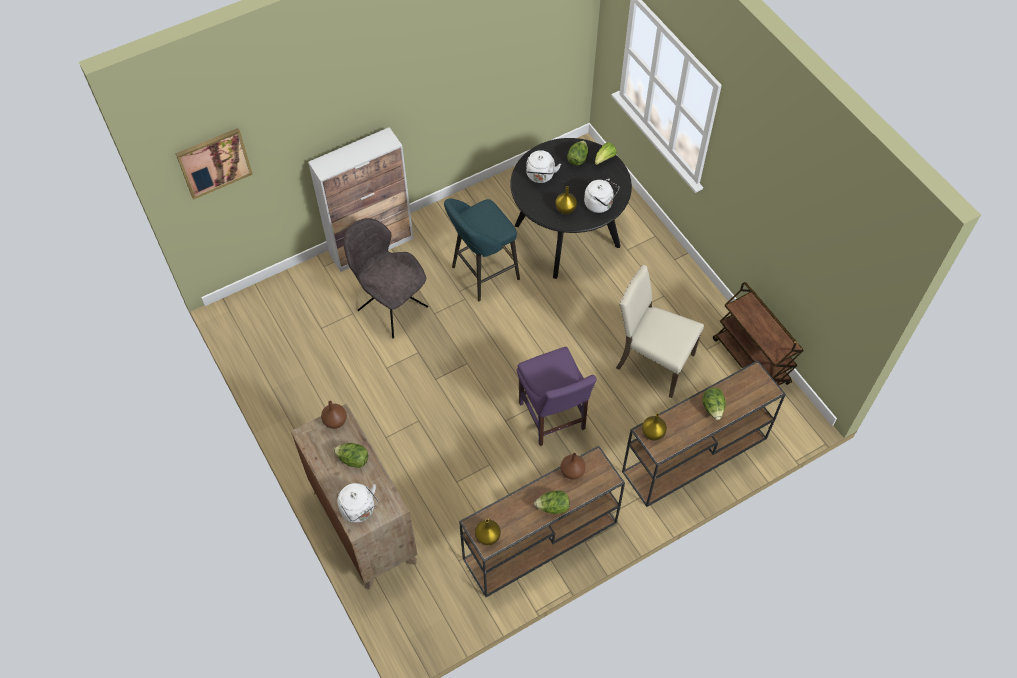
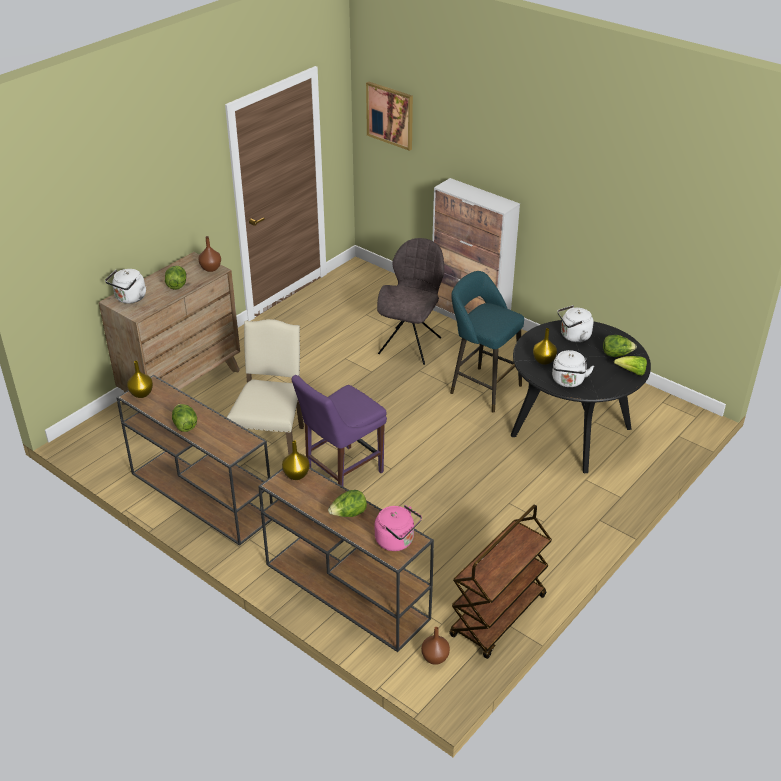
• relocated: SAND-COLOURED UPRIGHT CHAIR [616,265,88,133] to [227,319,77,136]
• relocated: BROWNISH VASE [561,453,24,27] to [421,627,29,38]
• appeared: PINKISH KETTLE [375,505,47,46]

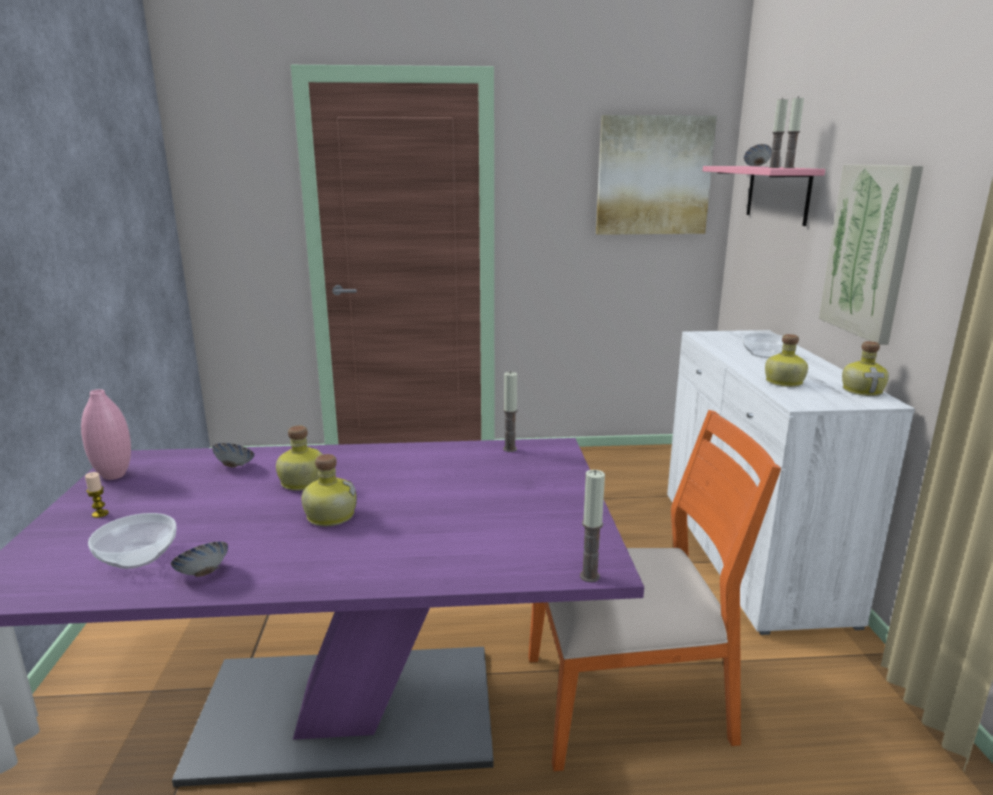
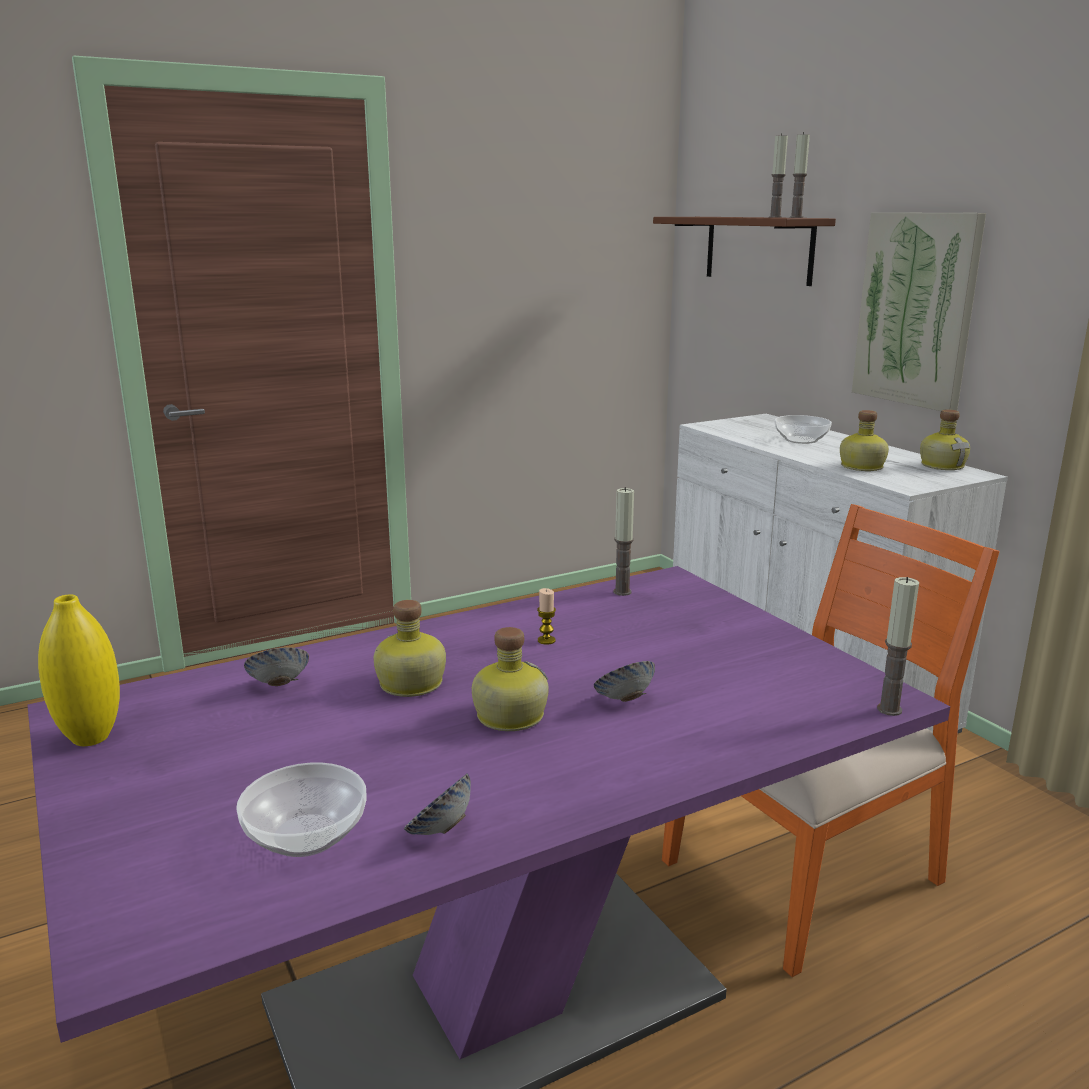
• missing: PICTURE [596,115,121,120]
• relocated: DEEP DISH [744,144,28,22] to [594,661,61,41]
• colour: PINKISH BRACKET SHELF [703,166,122,60] to BROWNISH BRACKET SHELF [653,217,183,69]
• colour: PINKISH VASE [81,389,50,91] to YELLOWISH VASE [38,595,82,151]
• relocated: WAX LIGHT [85,472,24,46] to [537,588,19,57]

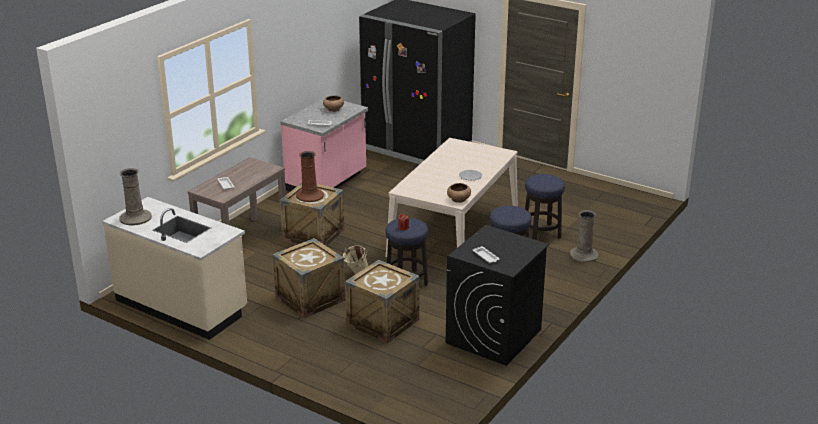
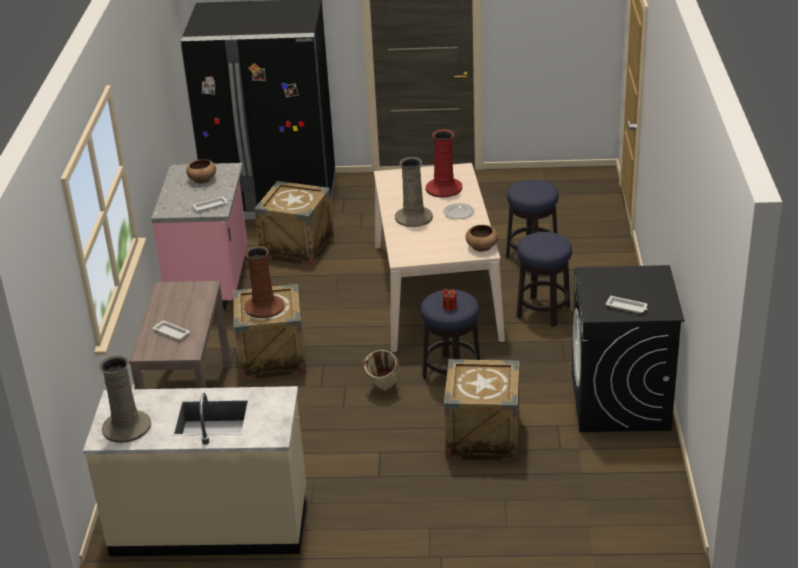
• relocated: SAND-COLOURED VASE [570,210,28,52] to [395,157,38,70]
• relocated: SHIPPING CRATE [273,238,72,81] to [254,181,80,85]
• appeared: RED VASE [426,129,36,68]

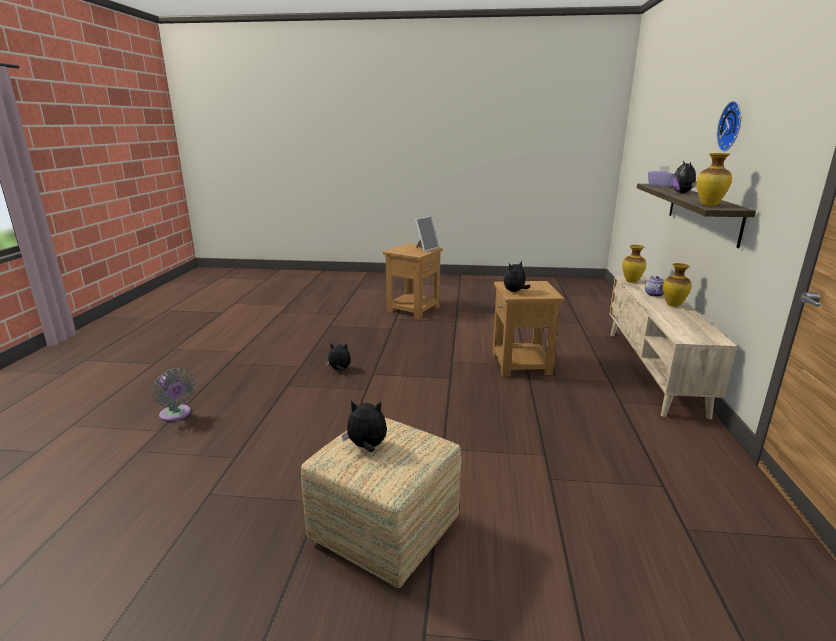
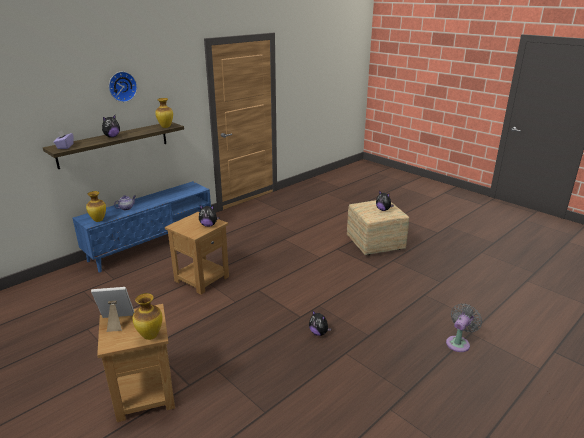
• relocated: VASE [663,263,29,44] to [133,293,30,47]
• colour: SAND-COLOURED TV UNIT [610,276,127,143] to BLUE-COLOURED TV UNIT [73,181,138,92]
• spun: GRAY ELECTRIC FAN [152,368,43,54] = [446,303,36,49] 45 degrees clockwise

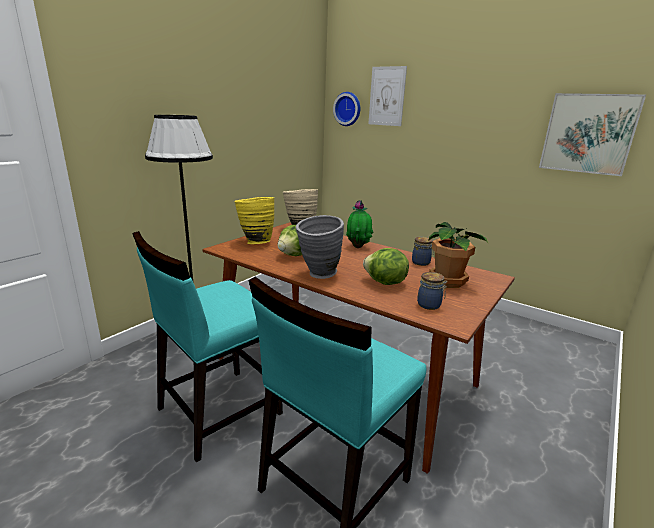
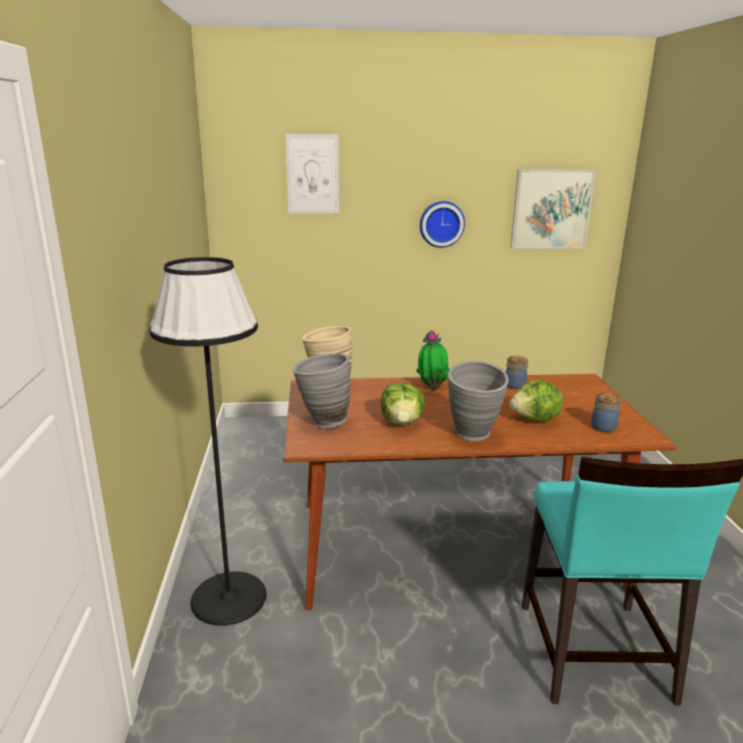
• relocated: HANGING CLOCK [333,92,27,34] to [420,201,45,47]
• colour: YELLOWISH VASE [235,197,39,47] to GRAY VASE [293,353,57,76]
• missing: POTTED PLANT [428,222,60,66]
• missing: BLUE-GREEN UPRIGHT CHAIR [132,231,151,231]

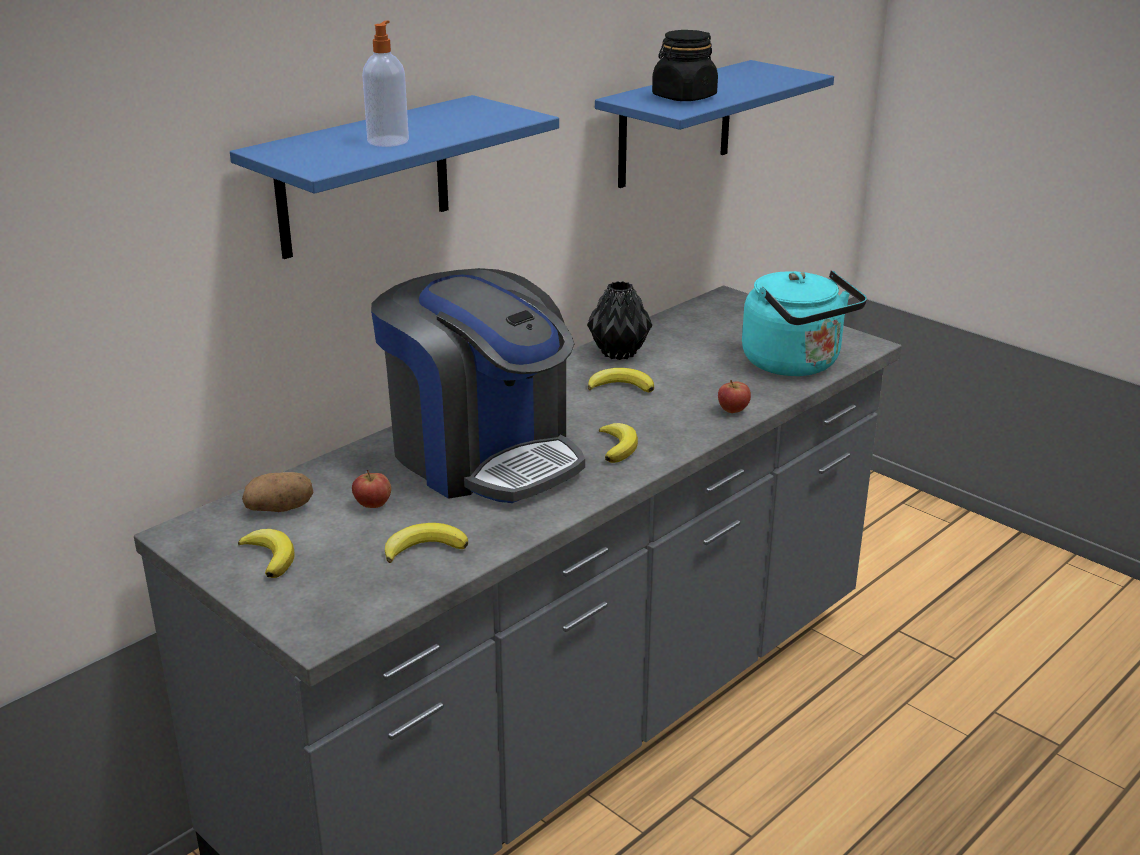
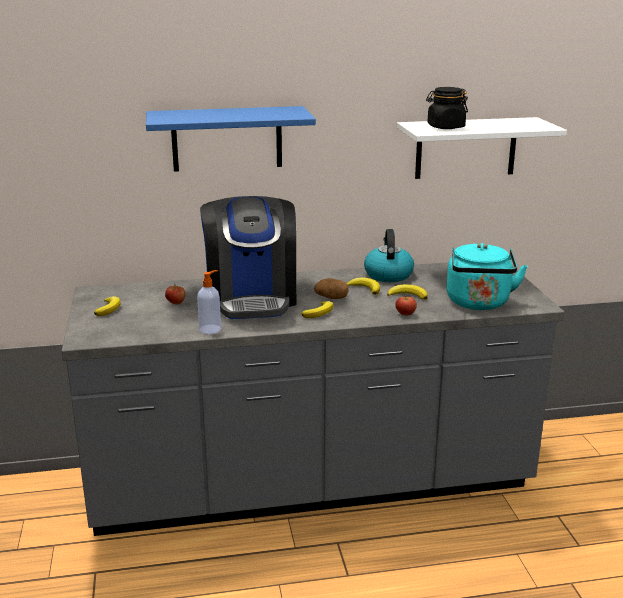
• relocated: SOAP BOTTLE [362,21,47,126] to [197,270,24,64]
• colour: BLUE-COLOURED BRACKET SHELF [595,60,239,128] to WHITE BRACKET SHELF [397,117,170,62]
• exchanged: BLACK-COLOURED VASE [587,281,65,79] to KETTLE [364,229,50,53]
• relocated: SPUD [242,472,72,40] to [314,278,35,21]
• relocated: WHOLE BANANA [385,523,83,40] to [387,284,41,16]

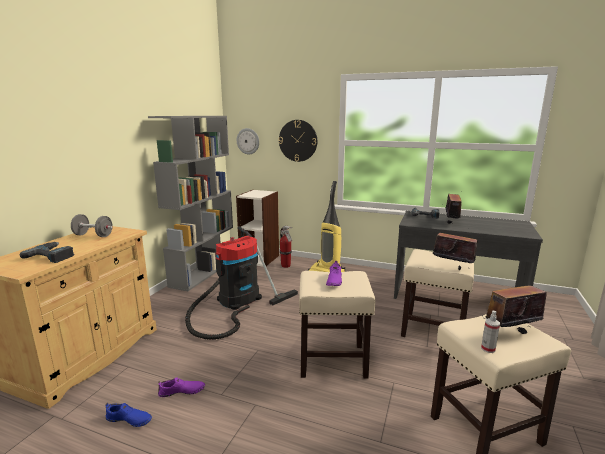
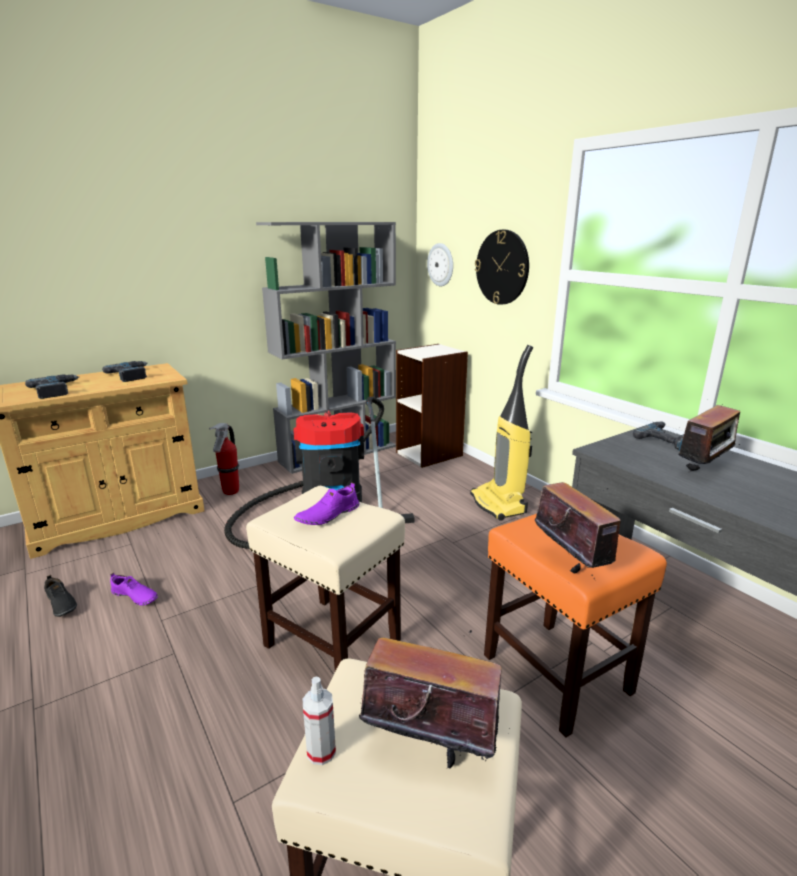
• exchanged: GRAY DUMBBELL [71,214,42,23] to ELECTRIC DRILL [102,361,46,21]
• relocated: FIRE EXTINGUISHER [280,226,12,42] to [209,423,30,72]
• colour: SAND-COLOURED STOOL SEAT [401,249,73,88] to ORANGE STOOL SEAT [484,514,183,223]
• colour: BLUE-COLOURED ITEM OF FOOTWEAR [106,403,46,24] to BLACK-COLOURED ITEM OF FOOTWEAR [44,575,33,42]

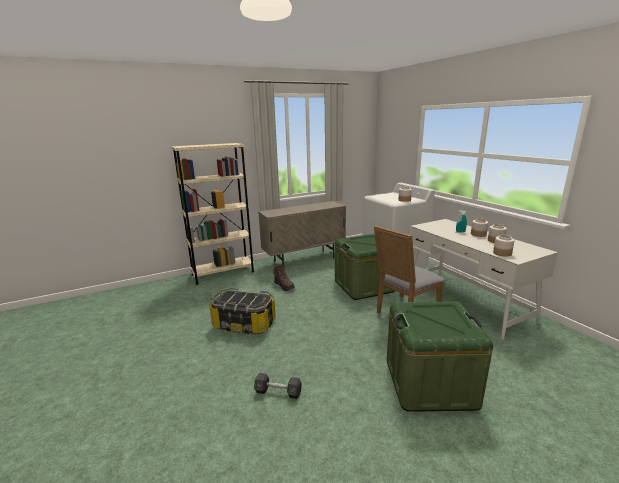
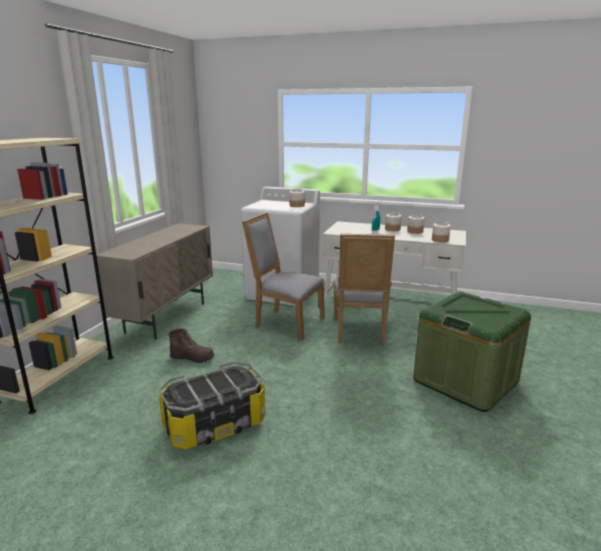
• exchanged: GREEN-COLOURED STORAGE CONTAINER [335,234,60,66] to GRAY UPRIGHT CHAIR [242,213,83,127]
• missing: BLACK-COLOURED DUMBBELL [254,373,48,26]

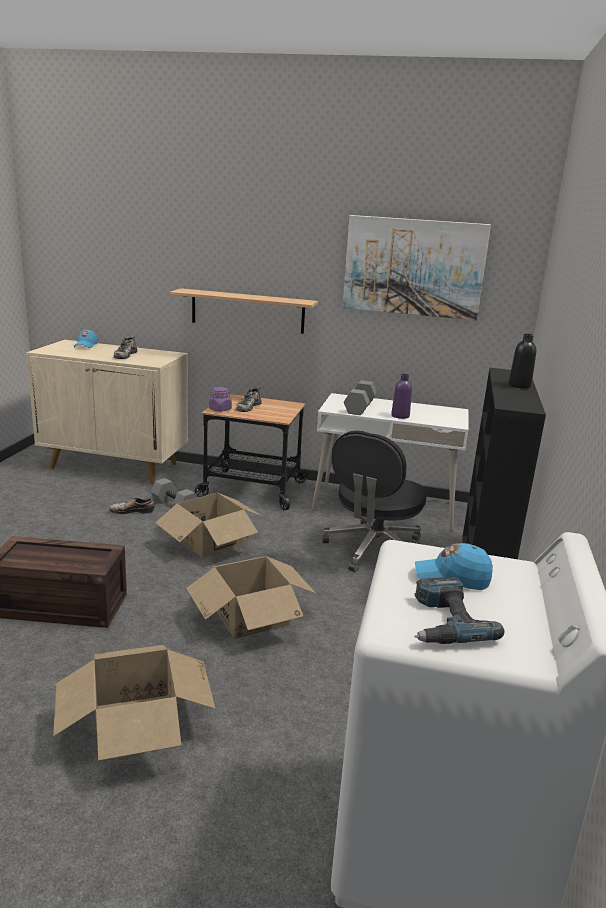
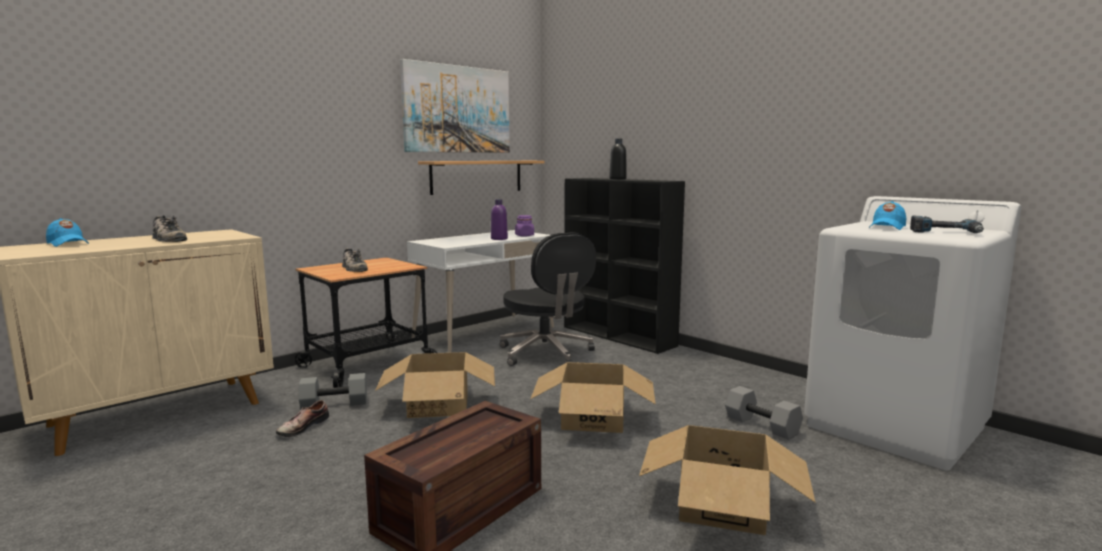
• relocated: BRACKET SHELF [170,288,148,46] to [418,161,127,34]
• relocated: GRAY DUMBBELL [344,380,33,35] to [725,386,78,54]
• relocated: PURPLE-COLOURED PRESERVE JAR [209,387,23,25] to [515,215,19,22]

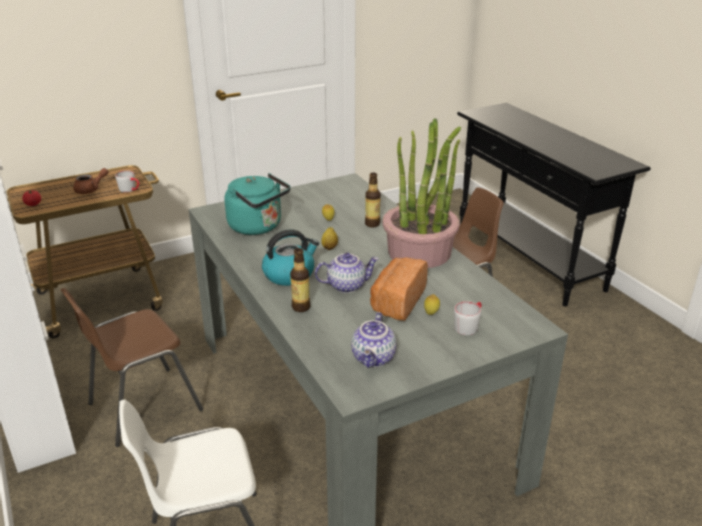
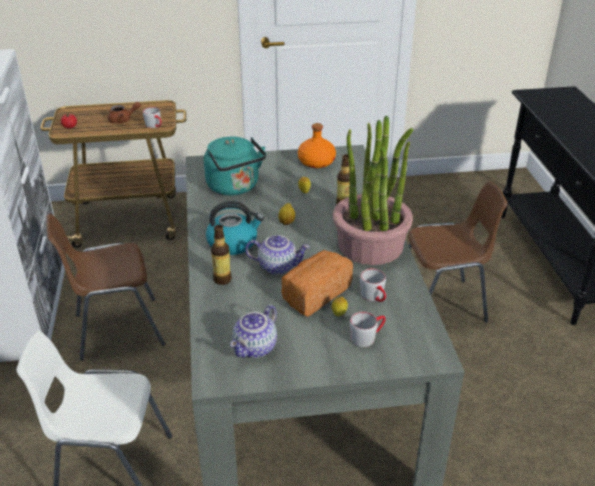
• appeared: ORANGE DRINK BOTTLE [298,123,38,45]
• appeared: GRAY TEA MUG [360,268,26,34]

